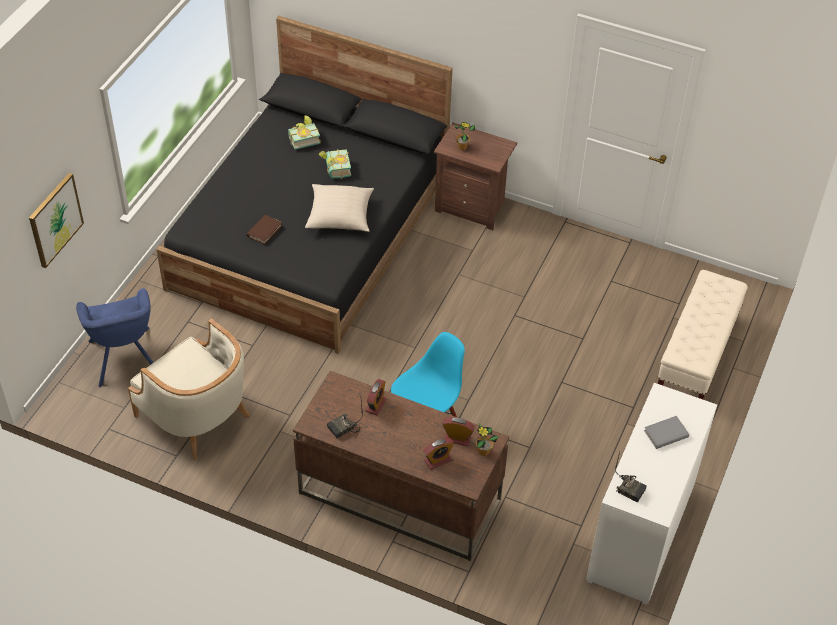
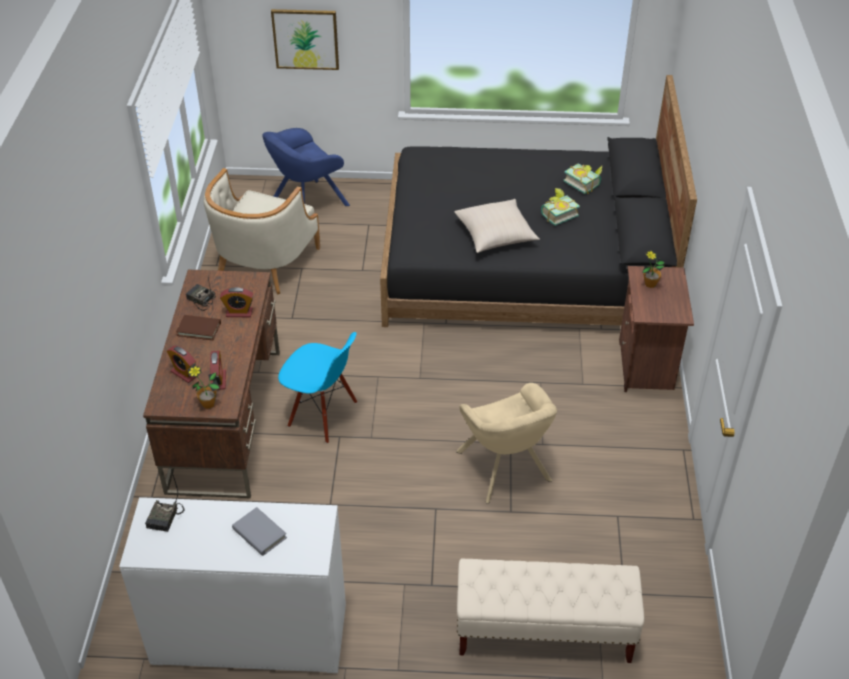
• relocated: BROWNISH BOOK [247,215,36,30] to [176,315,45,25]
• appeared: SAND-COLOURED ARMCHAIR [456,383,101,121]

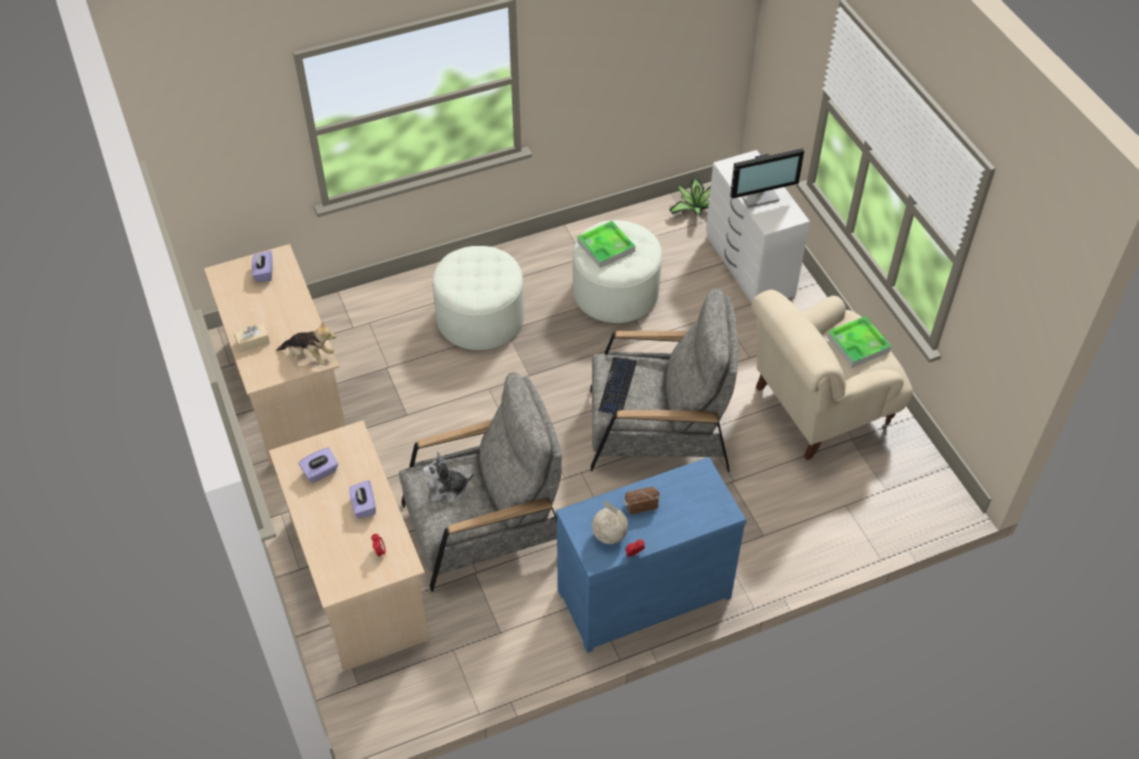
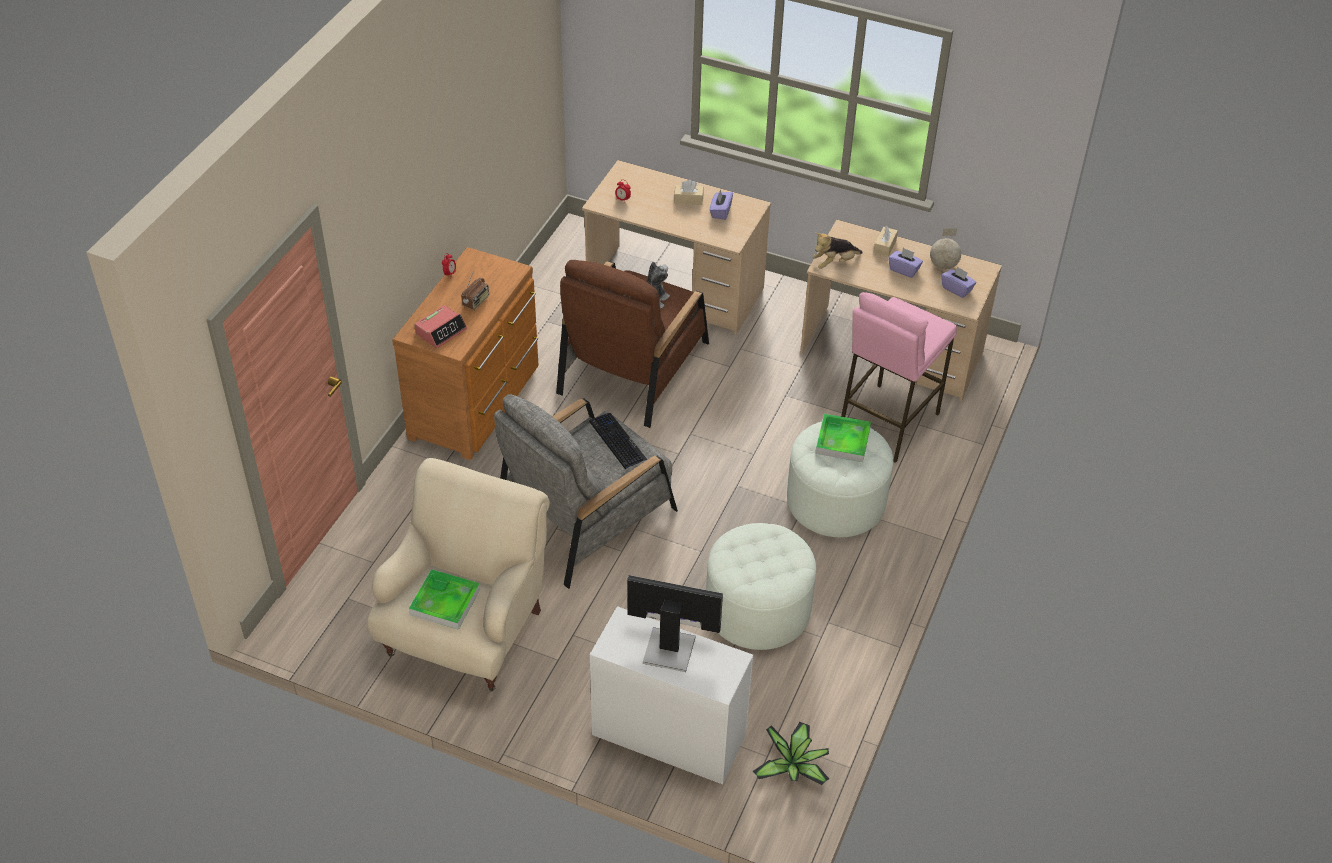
• spun: COMPUTER DISPLAY [730,148,74,60] = [627,575,96,97] 75 degrees clockwise
• relocated: SERVING TRAY [577,221,58,47] to [815,414,56,48]
• colour: GRAY ARMCHAIR [399,372,163,220] to BROWNISH ARMCHAIR [556,260,153,168]
• colour: BLUE-COLOURED DRAWER CHEST [556,457,190,196] to BROWNISH DRAWER CHEST [392,247,147,213]
• relocated: PURPLE-COLOURED BOX OF TISSUES [349,480,27,38] to [888,248,35,30]
• relocated: GLOBE [592,500,36,44] to [930,228,31,42]
• appeared: SAND-COLOURED BOX OF TISSUES [674,180,30,25]
• appeared: PINKISH STOOL SEAT [841,292,116,171]
• appeared: ALARM CLOCK [414,305,53,43]

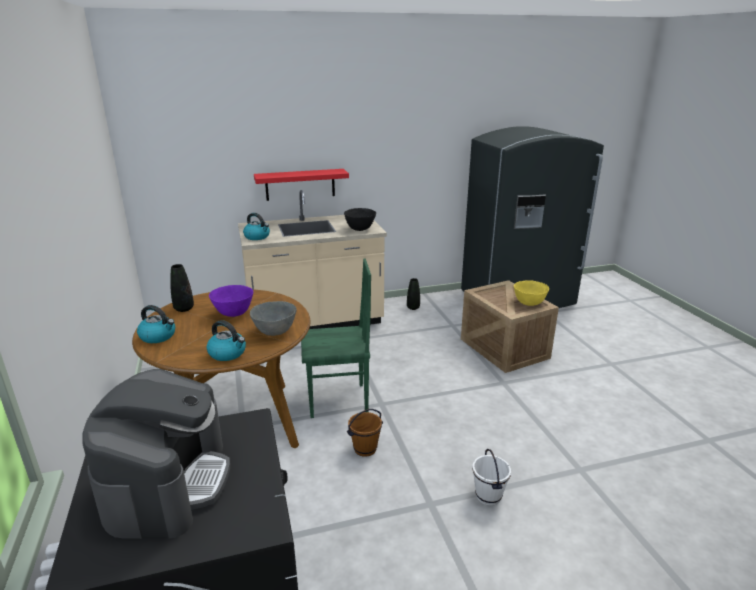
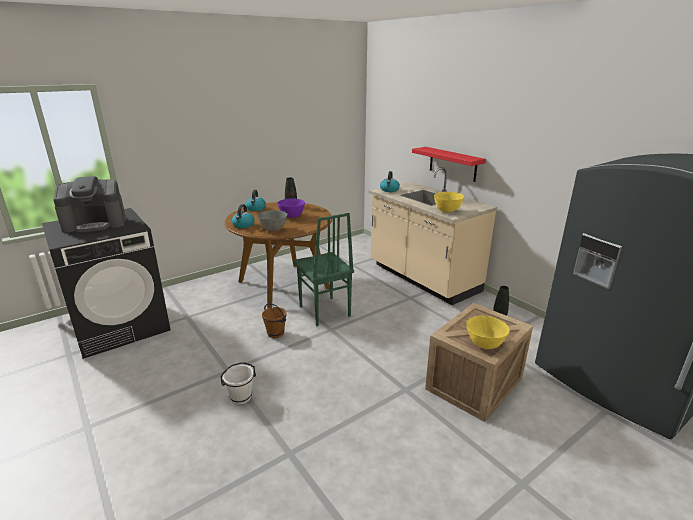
• colour: BLACK-COLOURED DEEP DISH [344,208,32,23] to YELLOWISH DEEP DISH [434,192,30,20]

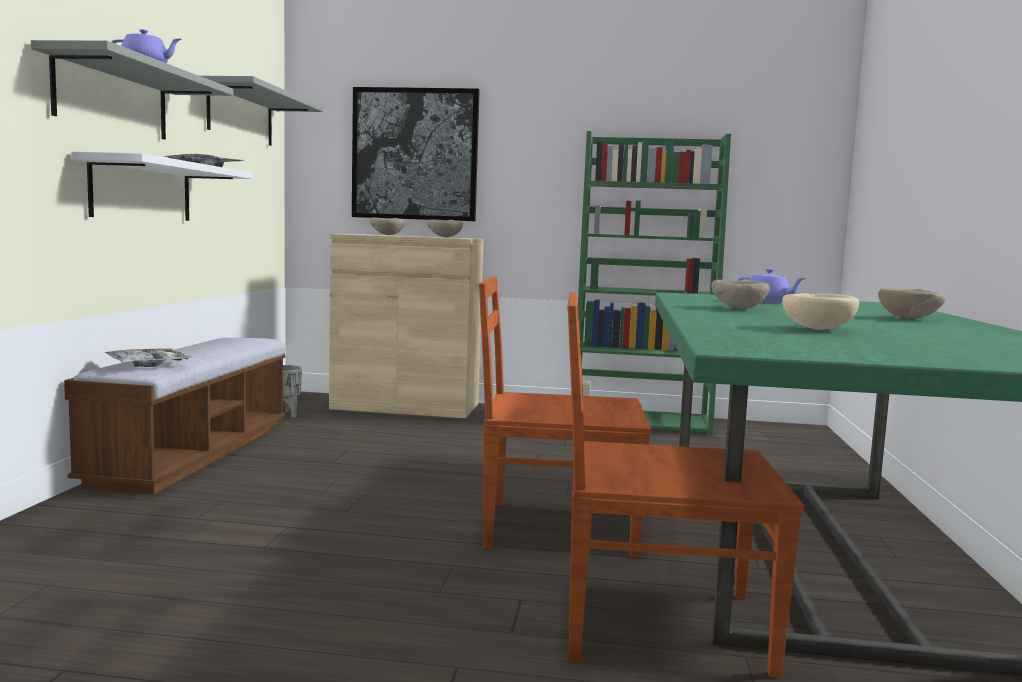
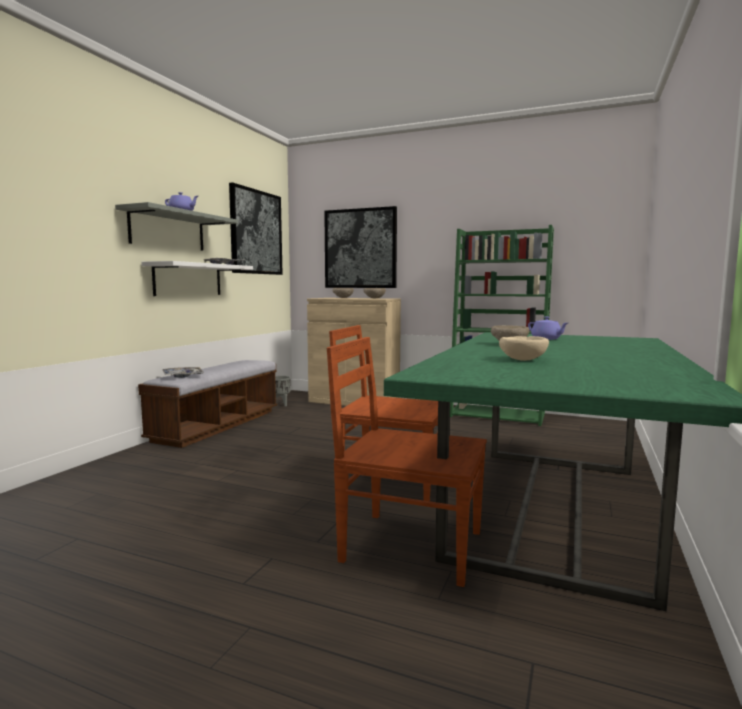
• exchanged: GRAY BRACKET SHELF [201,76,122,70] to PICTURE [229,182,54,93]
• missing: SAND-COLOURED DEEP DISH [878,288,68,30]

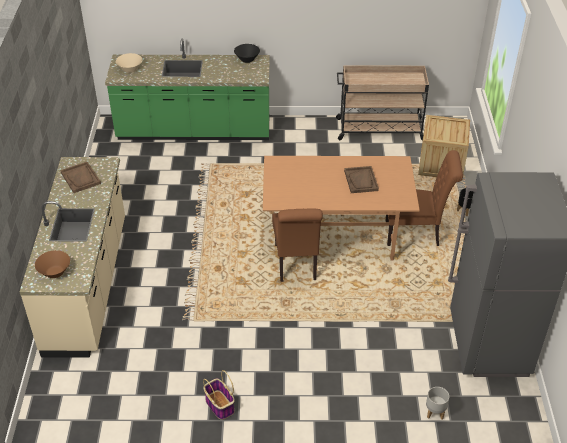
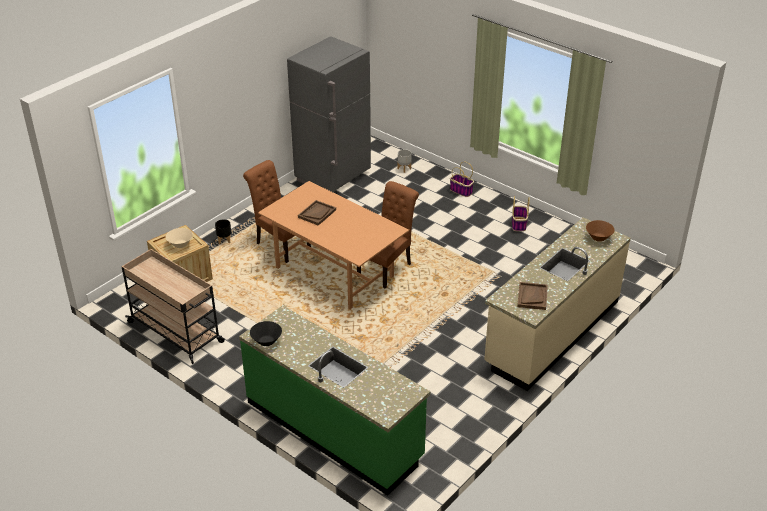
• relocated: SAND-COLOURED DEEP DISH [116,53,26,20] to [166,228,27,20]
• appeared: STORAGE BASKET [450,161,24,36]

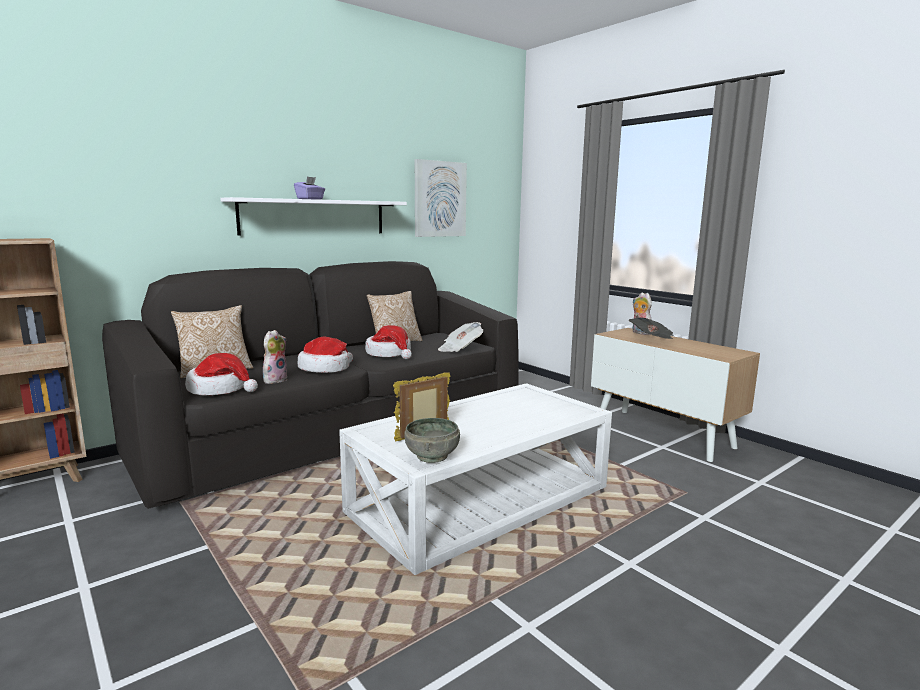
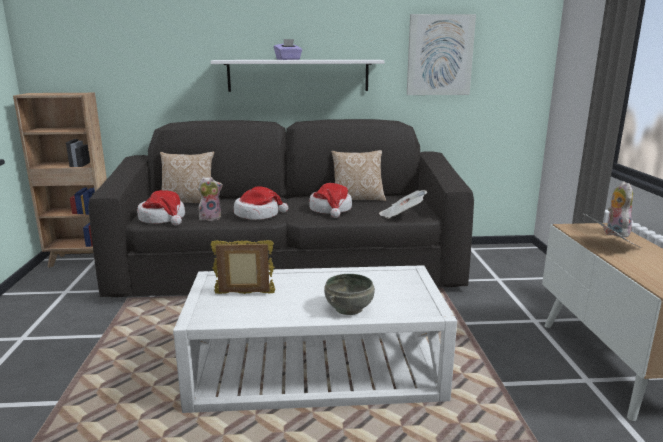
• relocated: GRAY DEEP DISH [404,418,56,45] to [324,274,51,41]

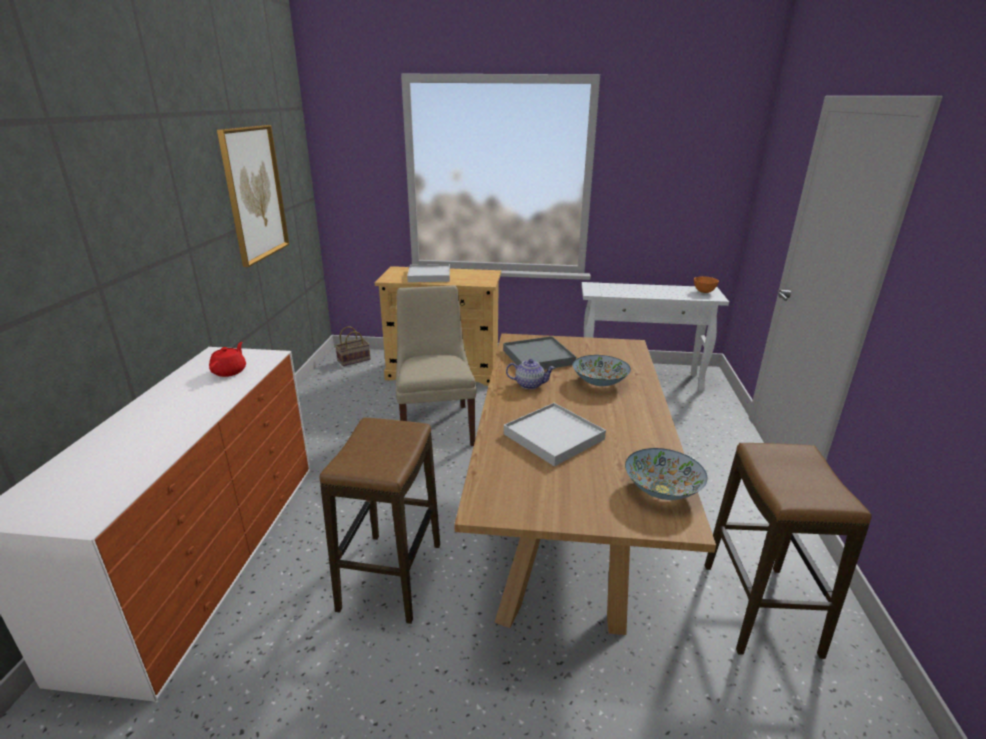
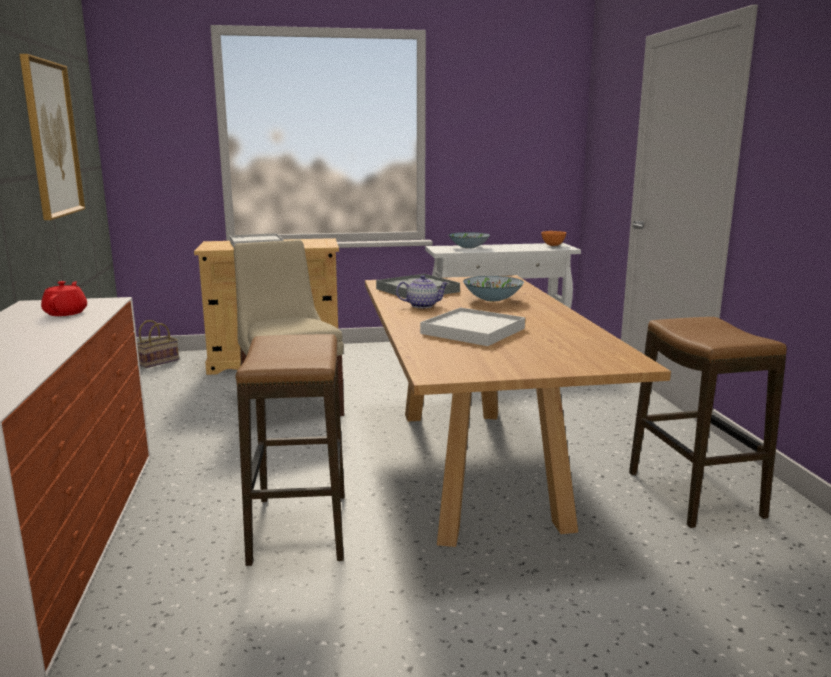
• relocated: DEEP DISH [625,448,83,52] to [449,232,41,16]

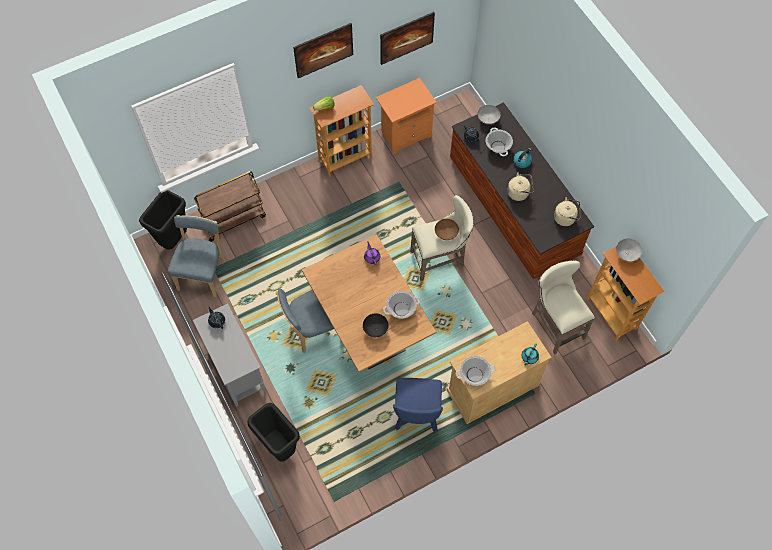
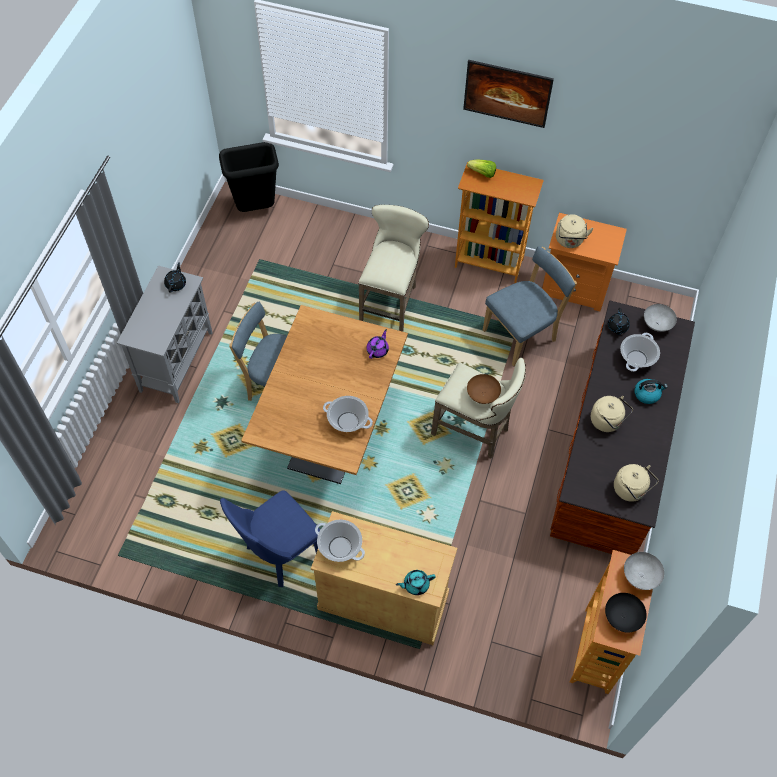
• missing: PICTURE [380,12,55,53]
• missing: BROWNISH CART [194,171,72,71]
• relocated: BLUE-COLOURED UPRIGHT CHAIR [168,215,58,82] to [483,246,94,120]
• relocated: SAND-COLOURED STOOL SEAT [532,260,63,95] to [358,205,71,127]
• relocated: BLACK-COLOURED DEEP DISH [363,313,26,24] to [605,593,42,39]
• missing: BLACK-COLOURED TRASH CAN [247,403,53,59]
• appeared: SAND-COLOURED KETTLE [556,214,37,34]

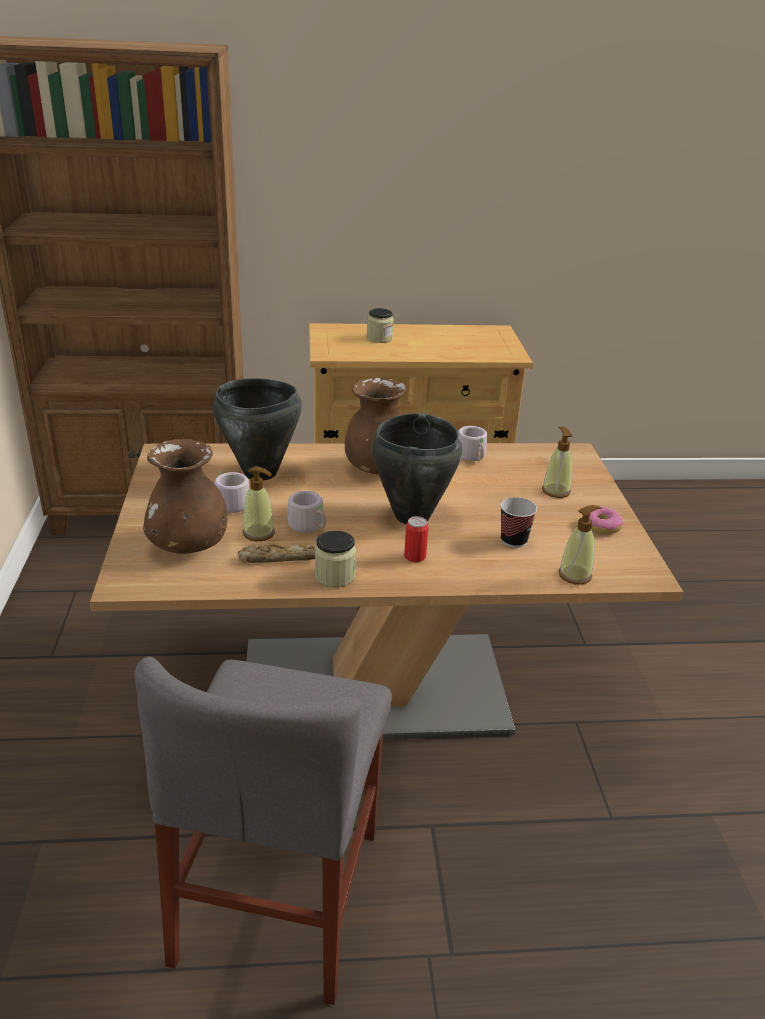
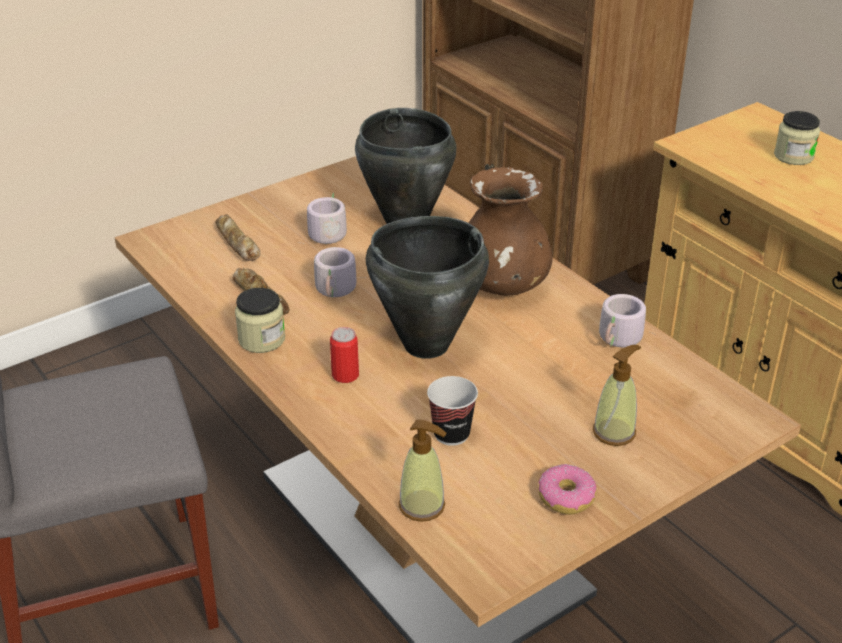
• exchanged: BROWNISH VASE [143,439,85,115] to BREAD [215,214,45,47]
• missing: SOAP BOTTLE [243,466,32,75]

